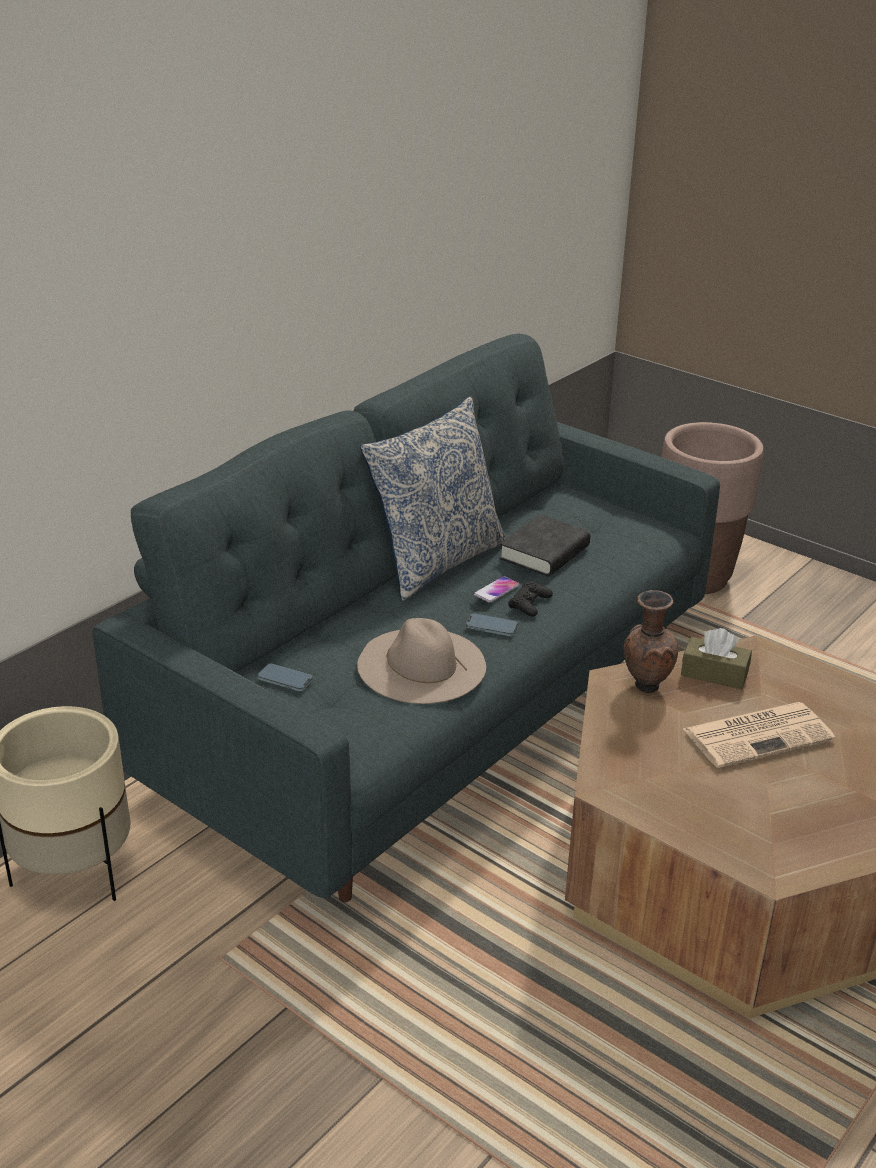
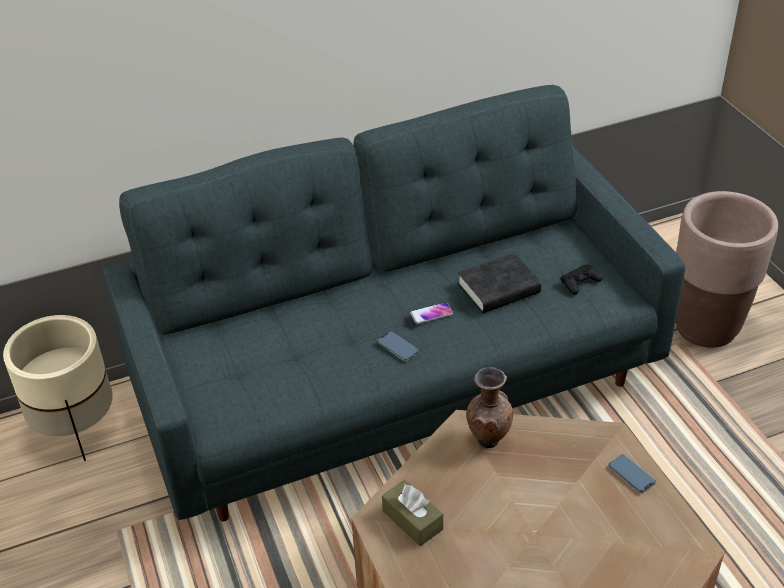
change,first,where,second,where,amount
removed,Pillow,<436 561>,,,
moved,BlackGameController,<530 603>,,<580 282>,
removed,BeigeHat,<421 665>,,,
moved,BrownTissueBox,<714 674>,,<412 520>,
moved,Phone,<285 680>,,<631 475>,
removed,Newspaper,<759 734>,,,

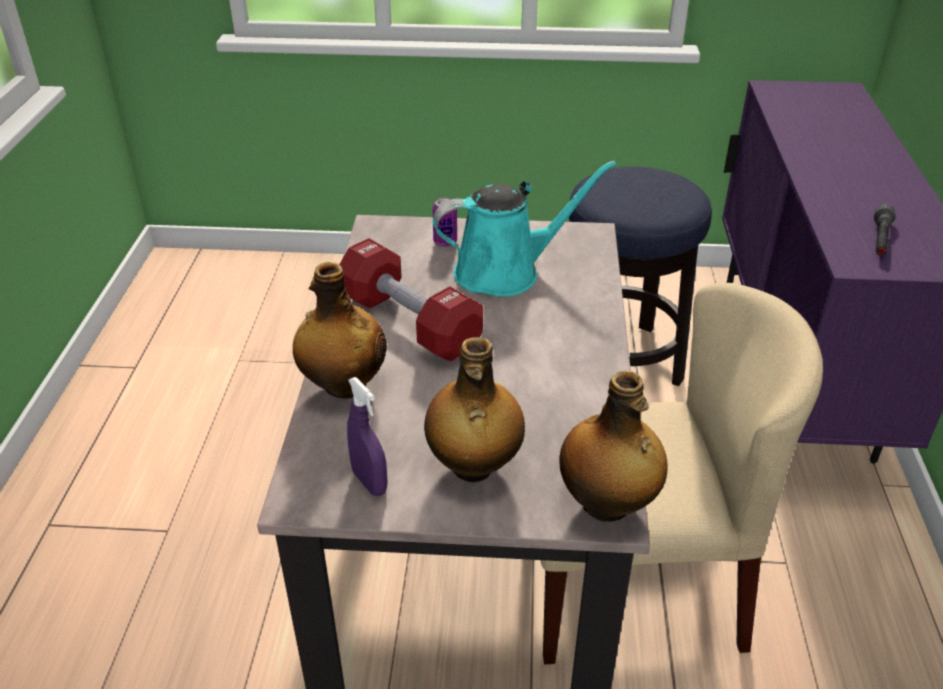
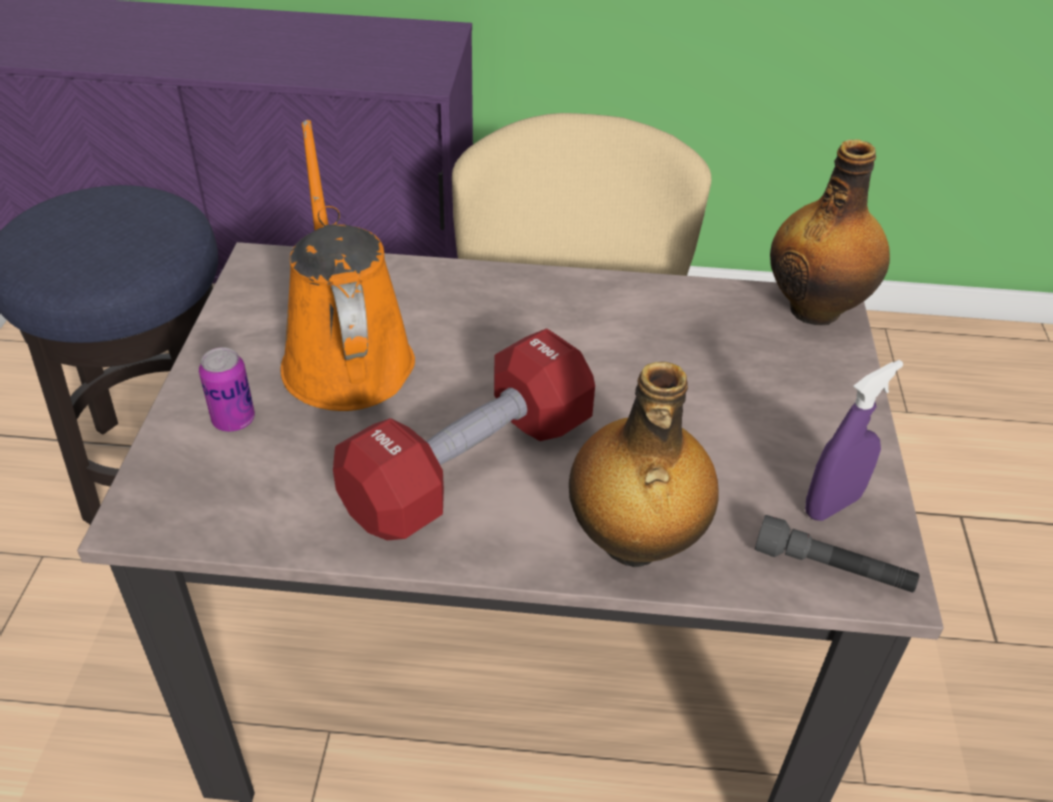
change,first,where,second,where,amount
recoloured,TurquoiseWateringCan,<505 272>,OrangeWateringCan,<345 355>,
moved,GreyFlashlight,<880 239>,,<832 569>,
removed,Bottle,<473 467>,,,

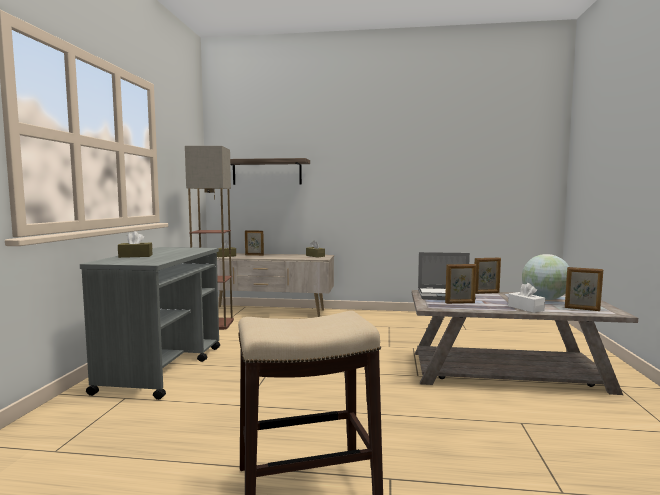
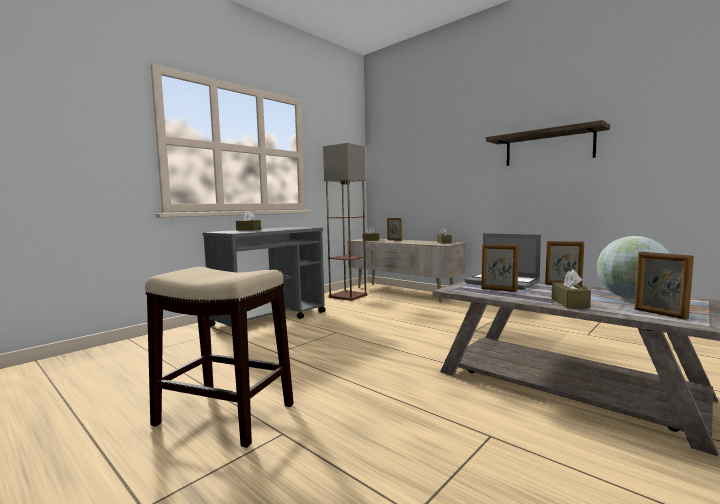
change,first,where,second,where,amount
moved,Shelf,<267 172>,,<548 147>,
recoloured,WhiteTissueBox,<525 308>,BrownTissueBox,<569 303>,

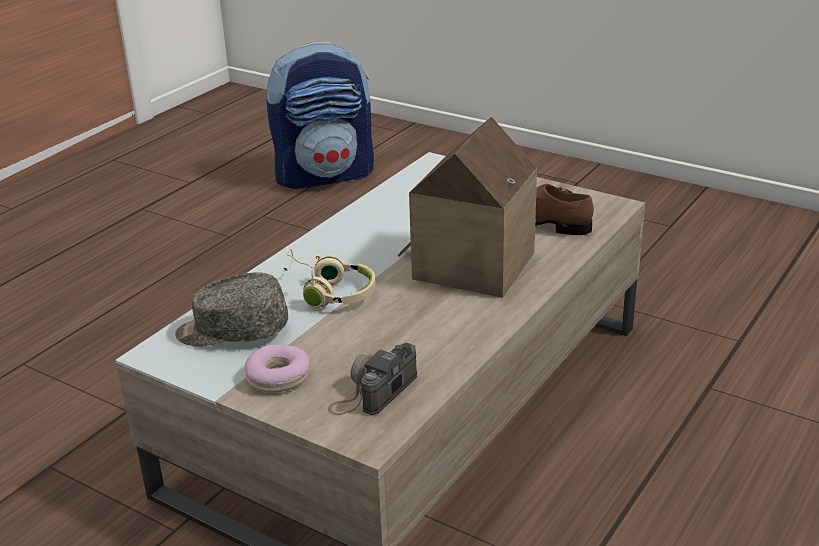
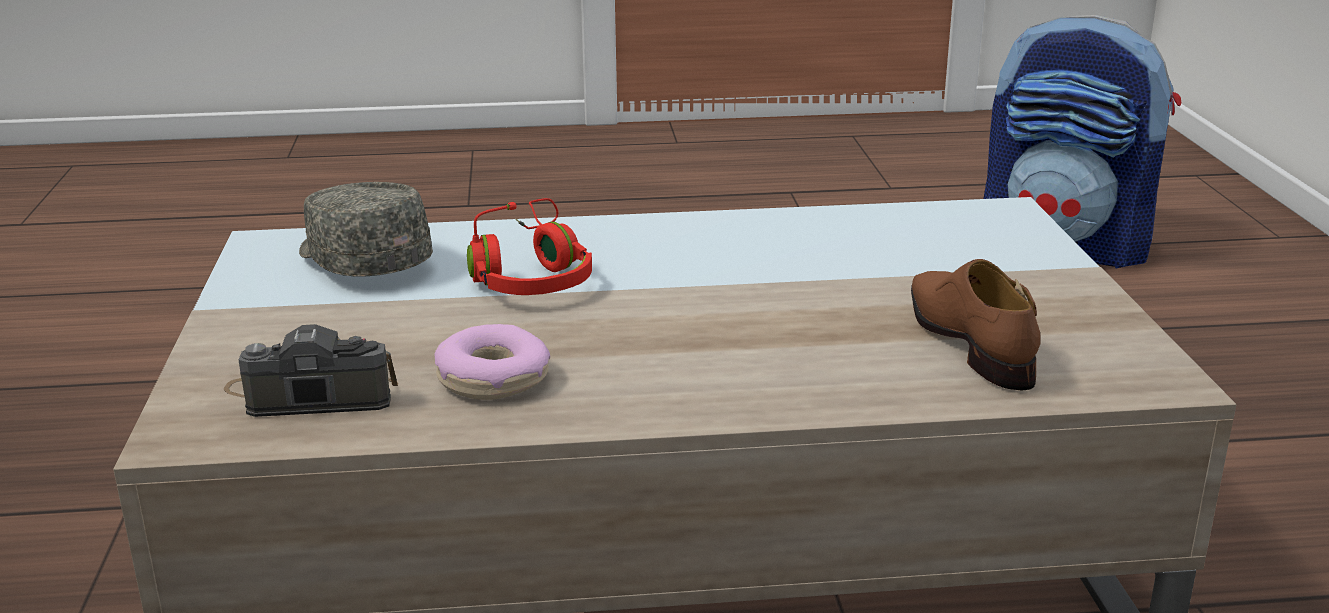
change,first,where,second,where,amount
removed,ToyHouse,<467 265>,,,
recoloured,BeigeHeadphones,<328 291>,RedHeadphones,<531 275>,
moved,Donut,<278 377>,,<493 379>,

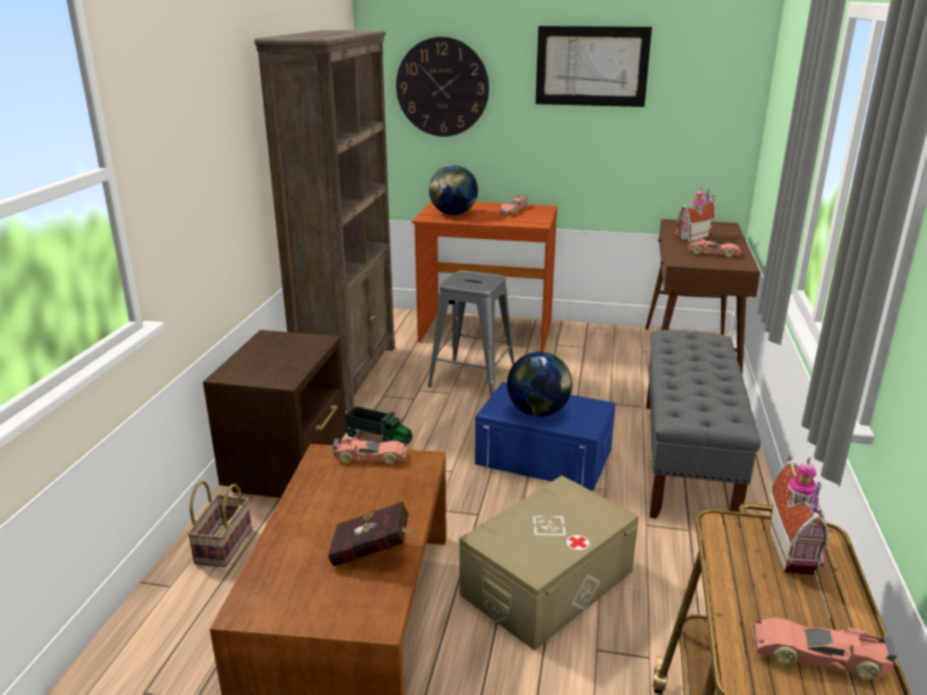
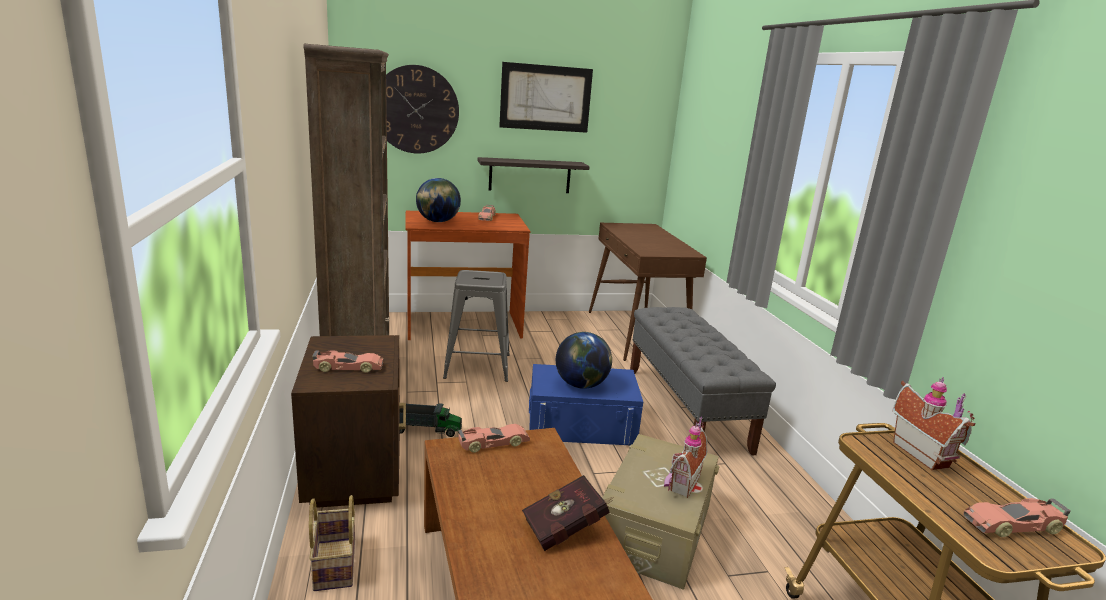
change,first,where,second,where,amount
moved,ToyHouse,<691 237>,,<681 483>,
moved,ToyCar,<713 253>,,<348 368>,
added,,,Shelf,<530 175>,

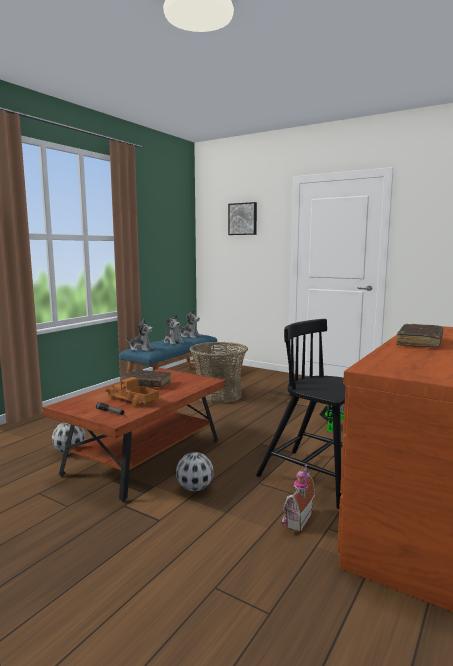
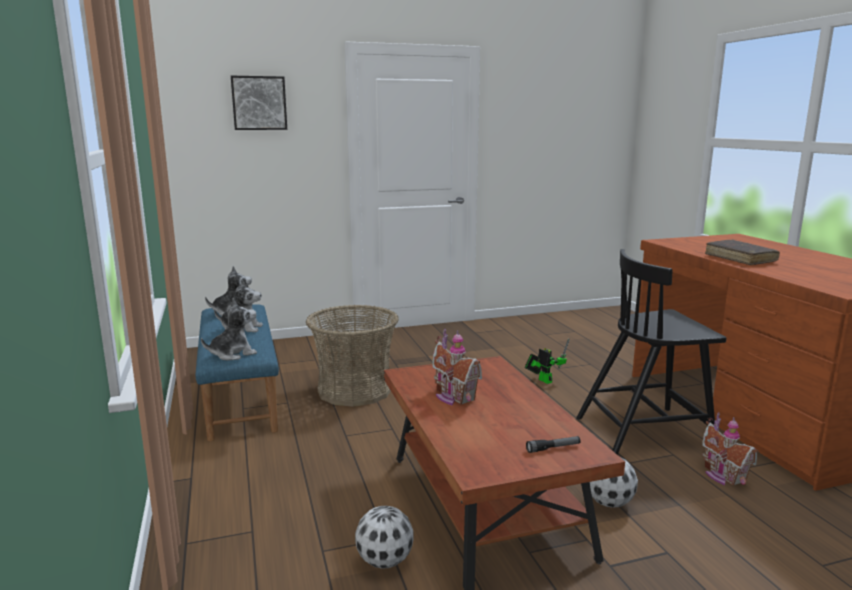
change,first,where,second,where,amount
replaced,BrownBook,<146 384>,ToyHouse,<452 397>,
removed,ToyTruck,<132 400>,,,

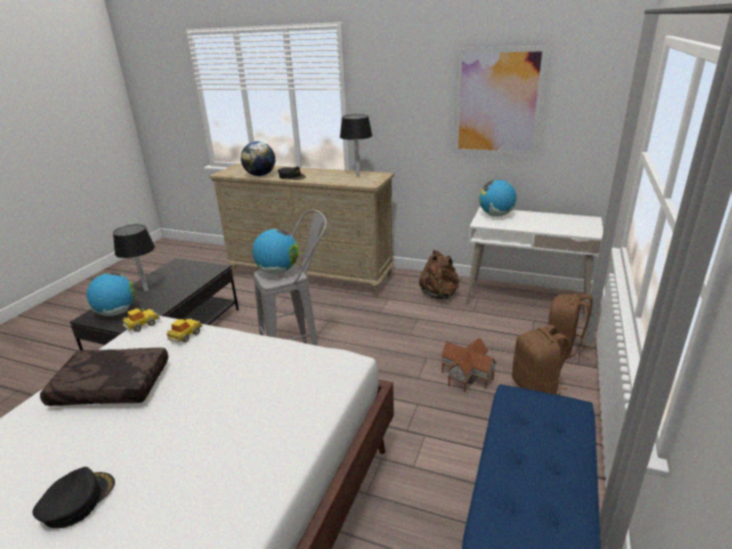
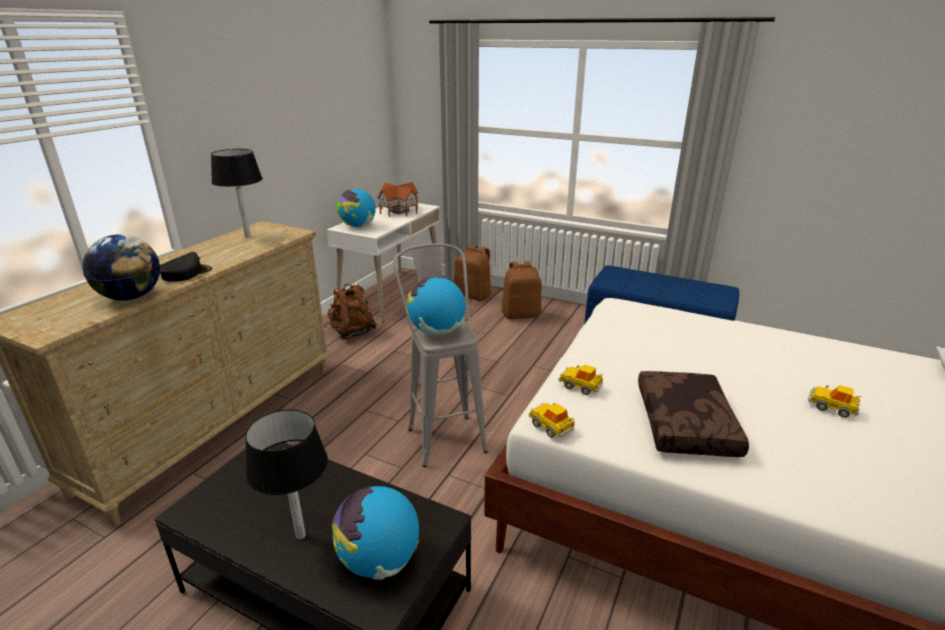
change,first,where,second,where,amount
removed,Picture,<497 102>,,,
moved,ToyHouse,<468 376>,,<399 211>,
replaced,BlackCap,<77 500>,ToyCar,<832 407>,

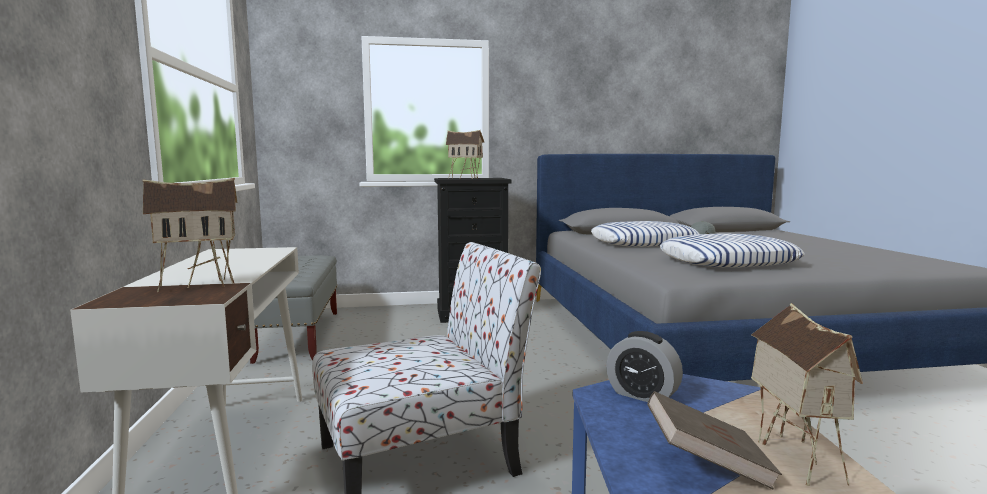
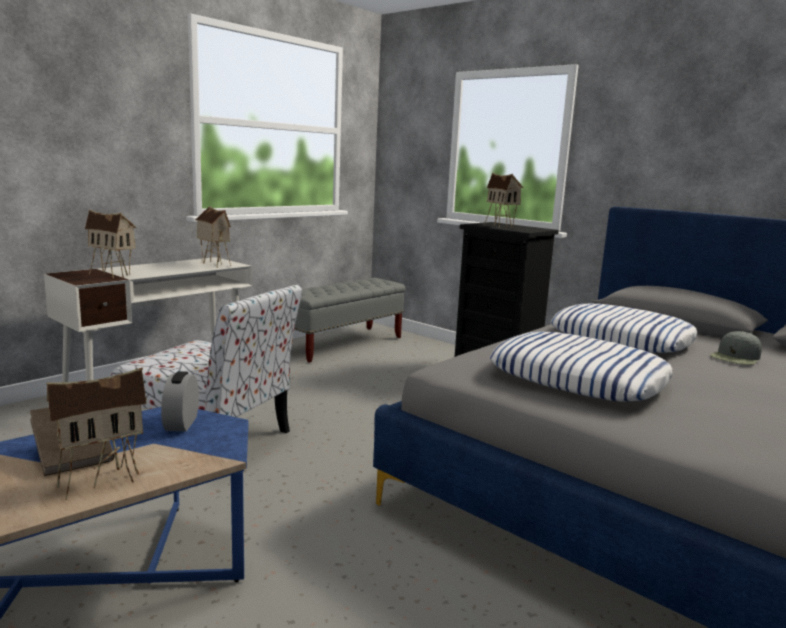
change,first,where,second,where,amount
added,,,ToyHouse,<214 264>,

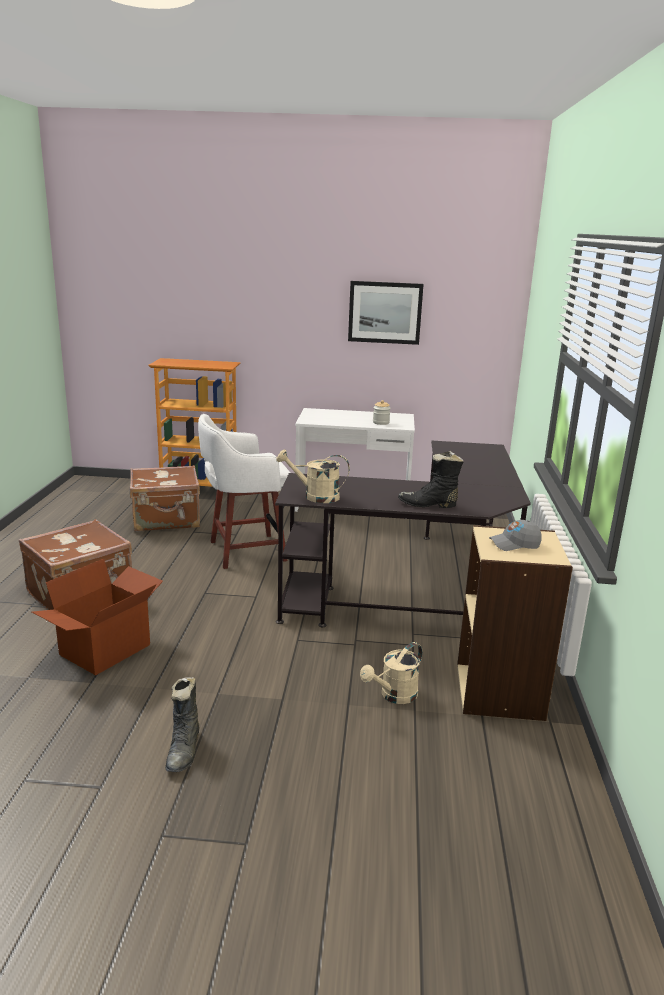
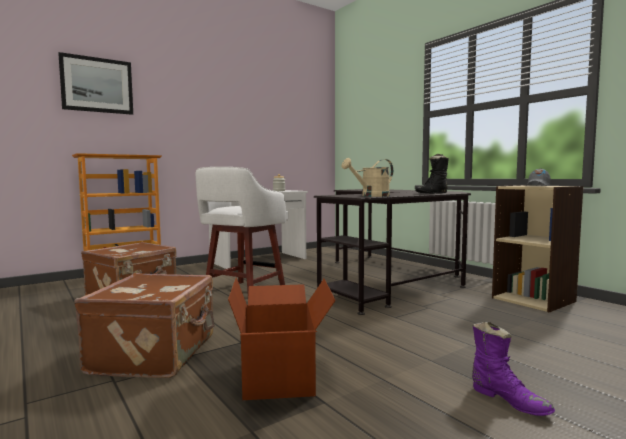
change,first,where,second,where,amount
moved,Picture,<385 312>,,<97 85>,
removed,BeigeWateringCan,<394 696>,,,
recoloured,BlackBoot,<184 750>,PurpleBoot,<508 400>,

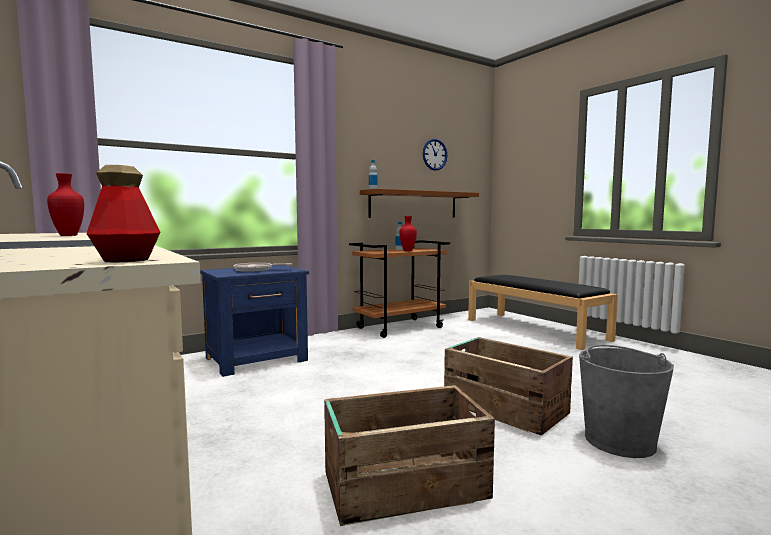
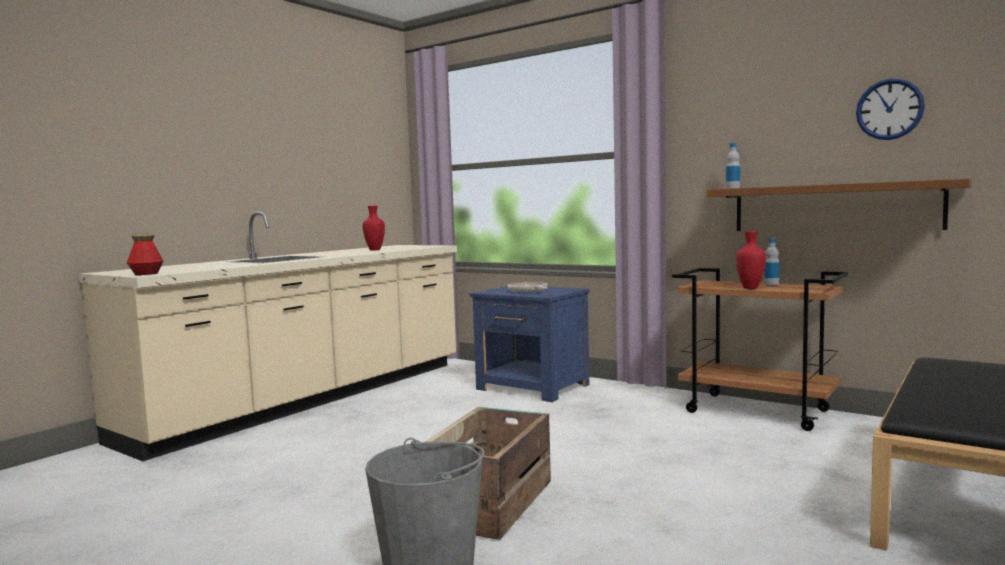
change,first,where,second,where,amount
removed,Crate,<402 485>,,,

